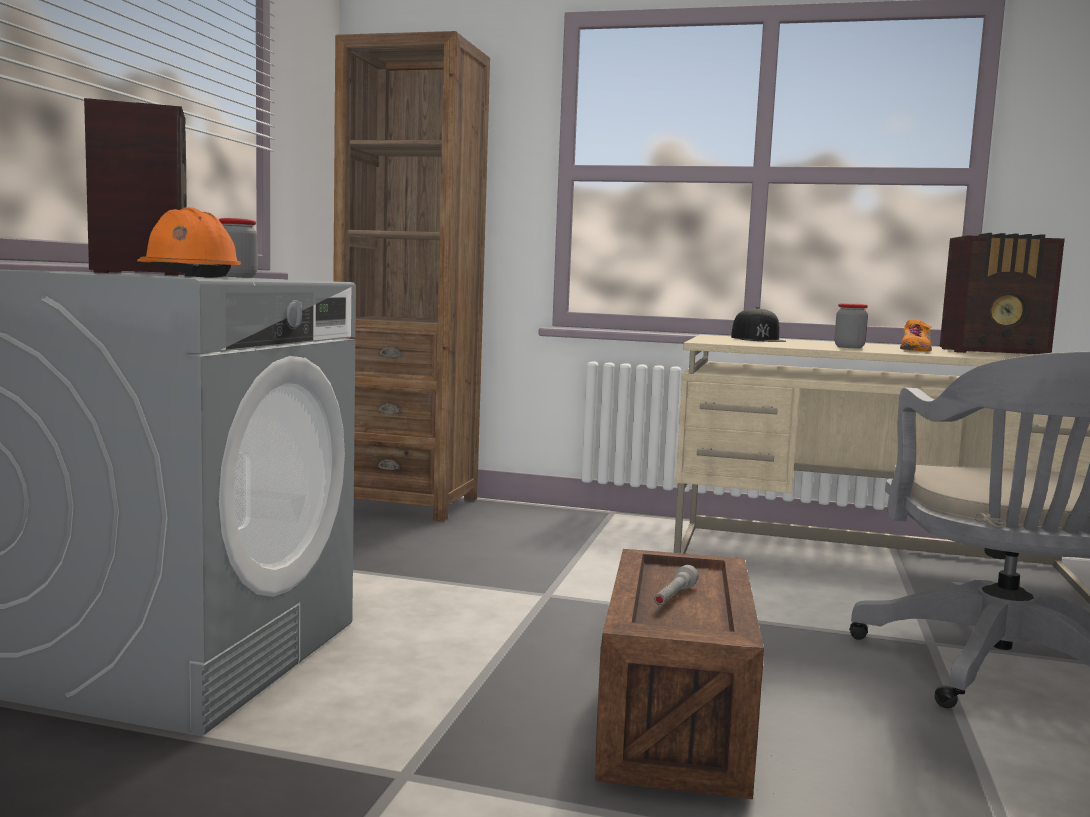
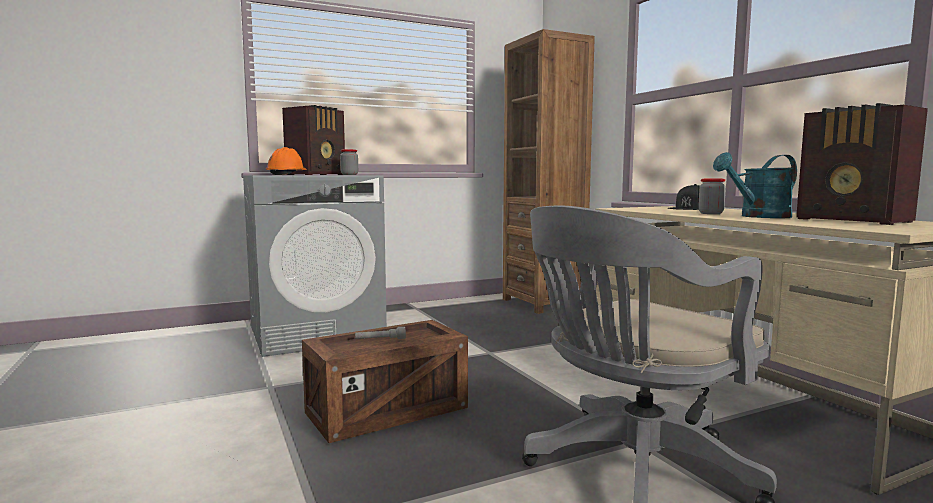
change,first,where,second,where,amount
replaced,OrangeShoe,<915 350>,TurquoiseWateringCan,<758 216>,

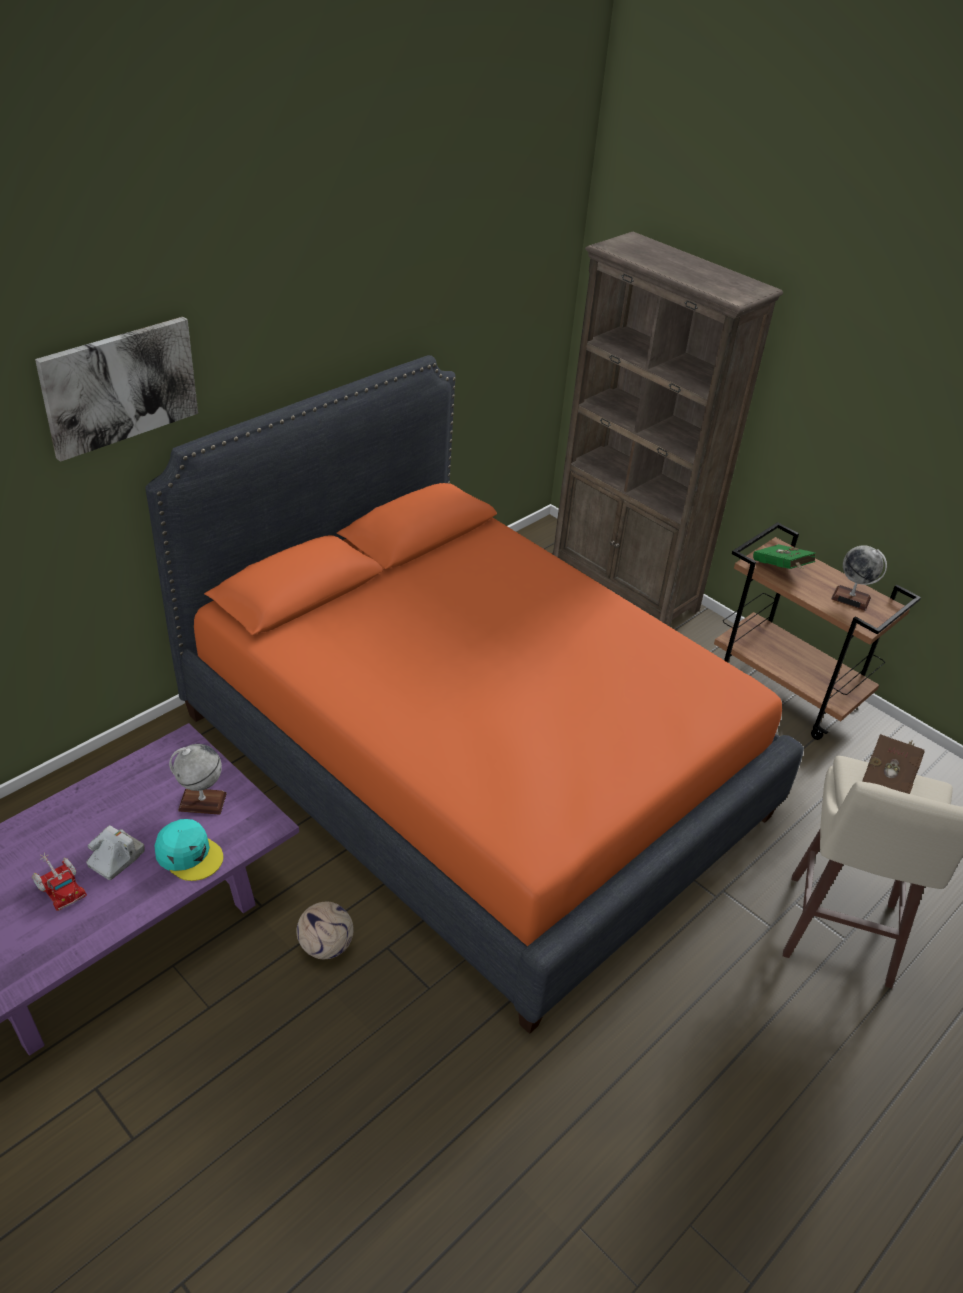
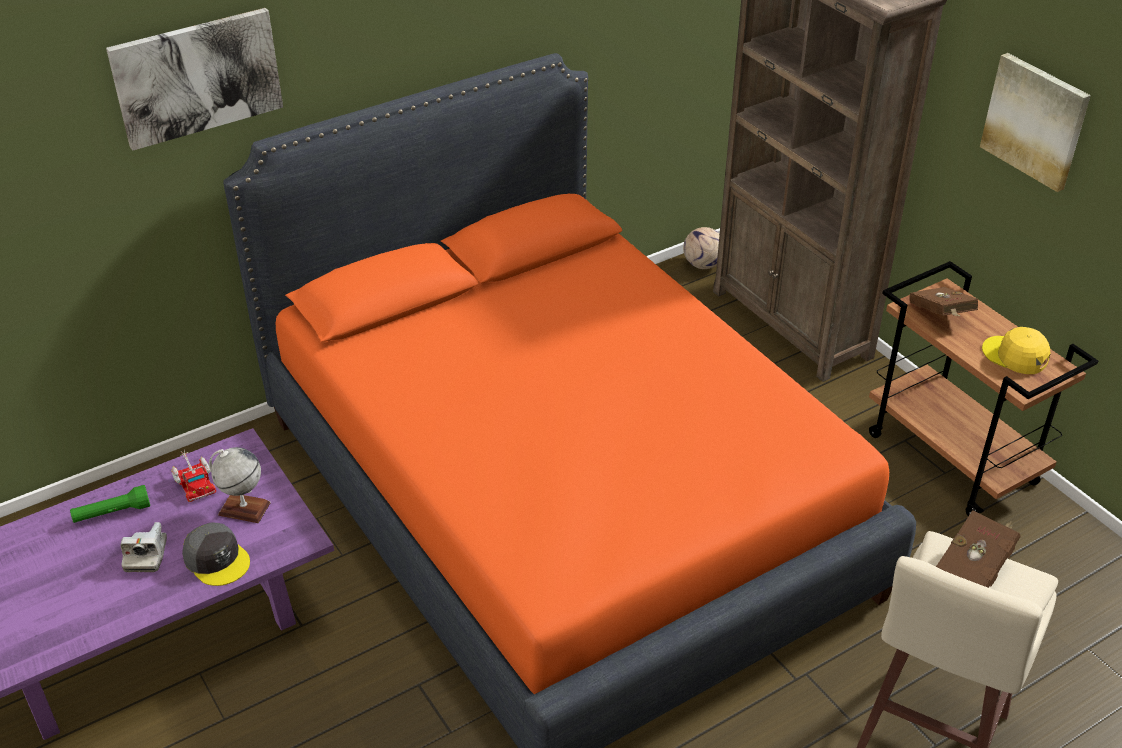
change,first,where,second,where,amount
recoloured,GreenBook,<781 570>,BrownBook,<941 316>,
replaced,Globe,<851 598>,YellowCap,<1015 355>,
recoloured,TurquoiseCap,<189 854>,GreyCap,<217 559>,
turned,PhotoCamera,<116 859>,,<146 555>,135 degrees clockwise
moved,ToyTruck,<59 885>,,<194 481>,
moved,Football,<325 945>,,<702 264>,
added,,,Picture,<1035 121>,
added,,,GreenFlashlight,<112 513>,

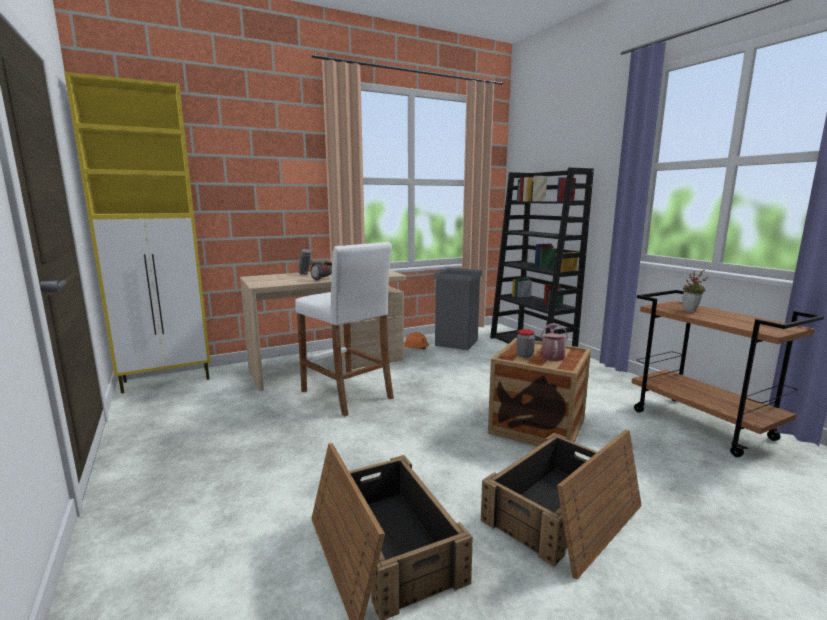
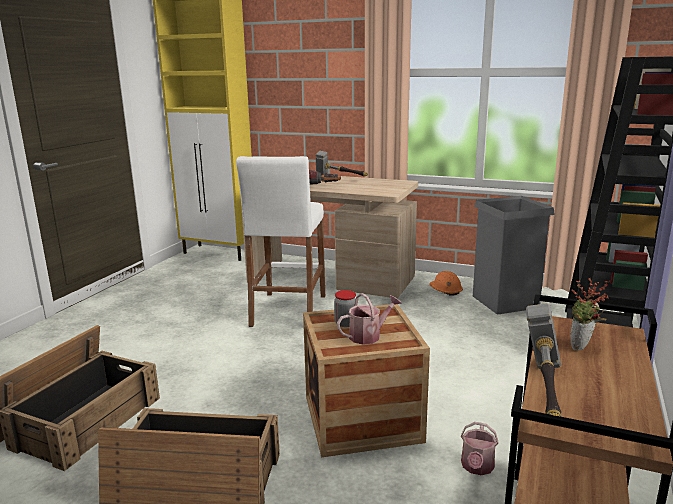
change,first,where,second,where,amount
added,,,Hammer,<544 391>,
added,,,WateringCan,<477 467>,

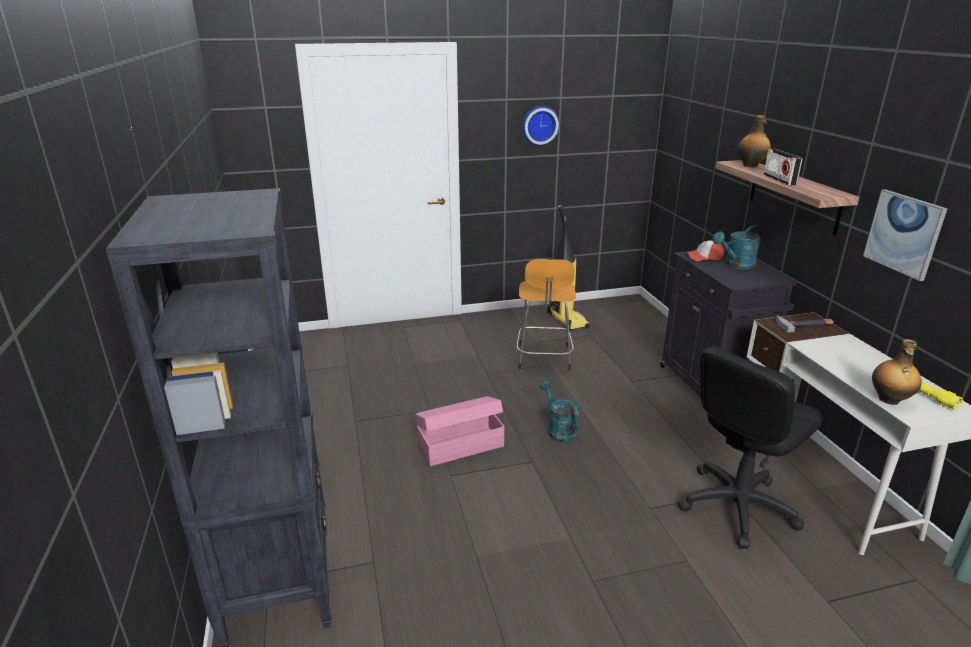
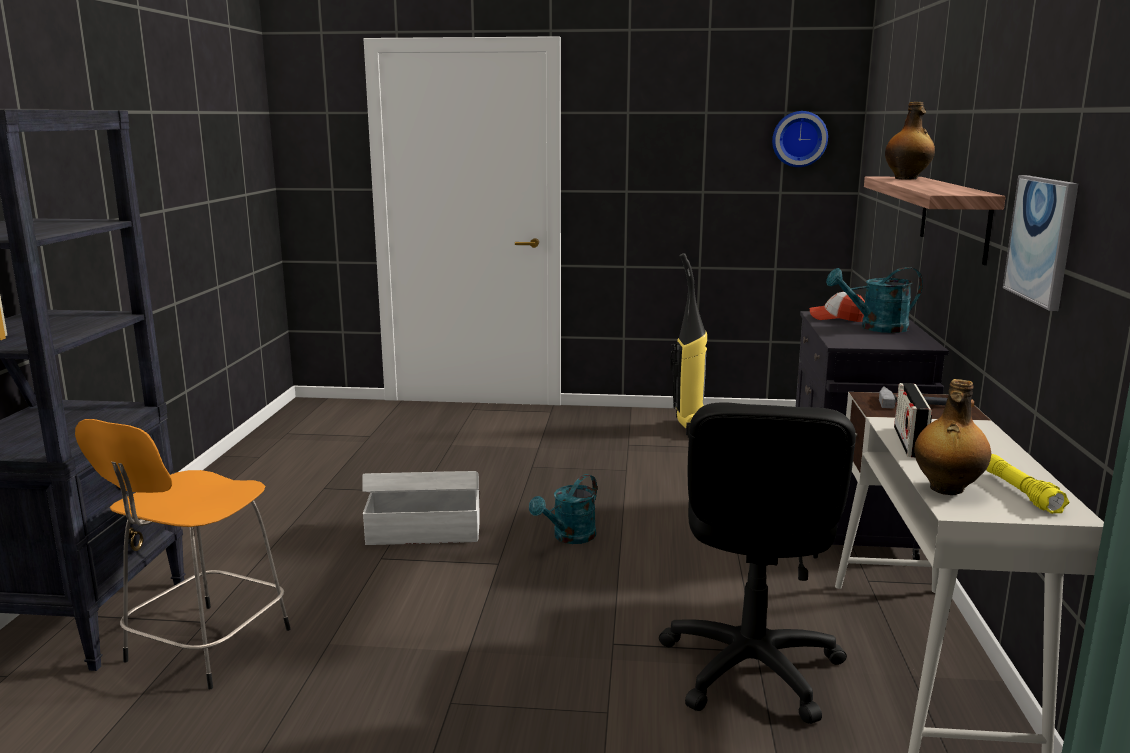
change,first,where,second,where,amount
moved,WallClock,<539 125>,,<799 139>,
moved,Radio,<779 179>,,<909 442>,
moved,OrangeStool,<544 358>,,<204 648>,
turned,BlackOfficeChair,<736 506>,,<750 668>,60 degrees counterclockwise
turned,TurquoiseWateringCan,<559 429>,,<569 537>,135 degrees counterclockwise
recoloured,PinkStorageBox,<459 445>,WhiteStorageBox,<423 531>,

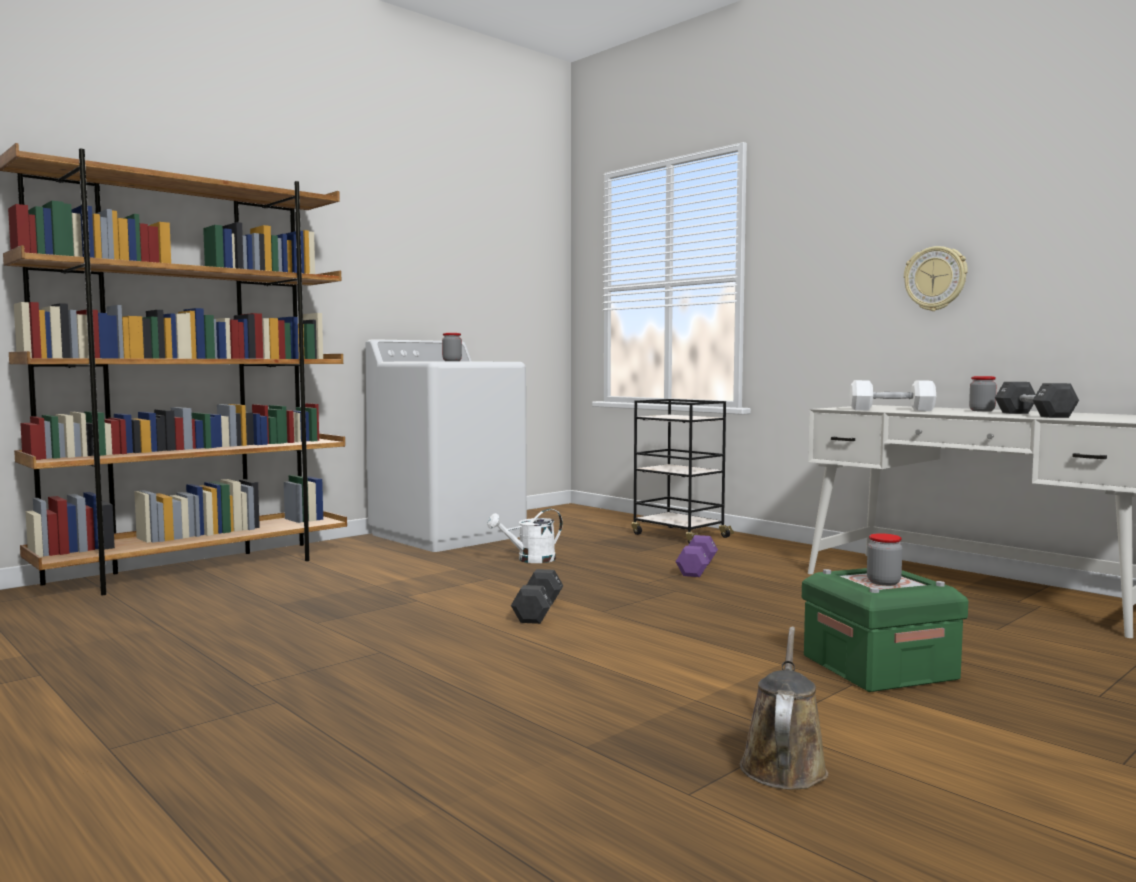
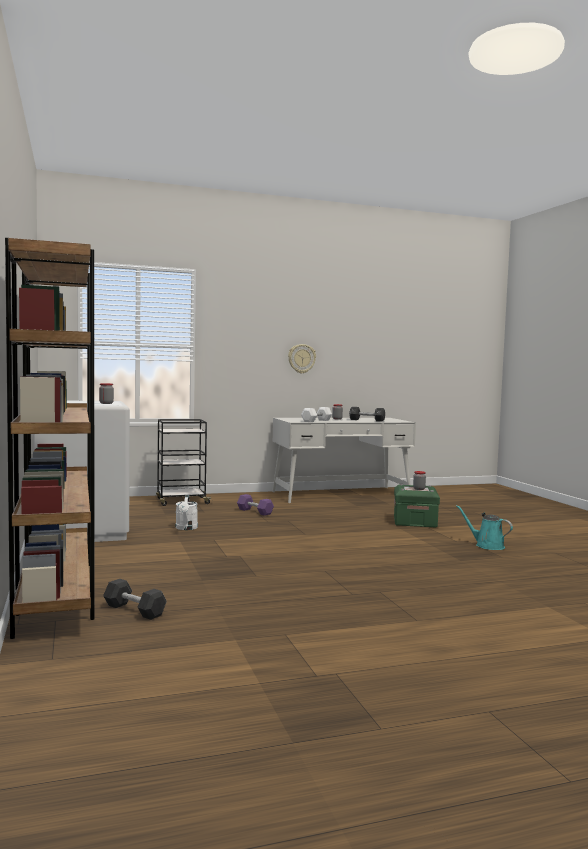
change,first,where,second,where,amount
moved,BlackDumbbell,<538 611>,,<134 610>,
recoloured,BrownWateringCan,<783 764>,TurquoiseWateringCan,<487 546>,

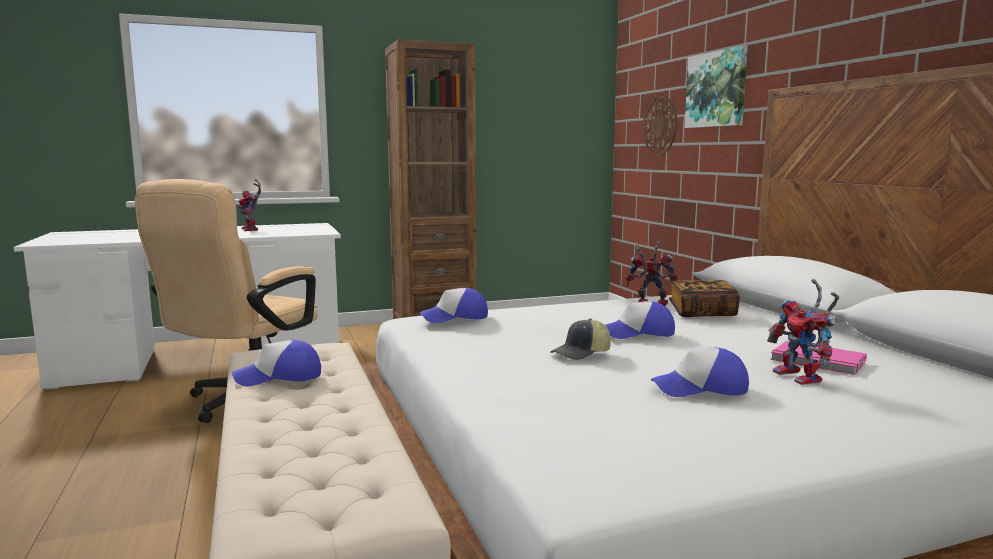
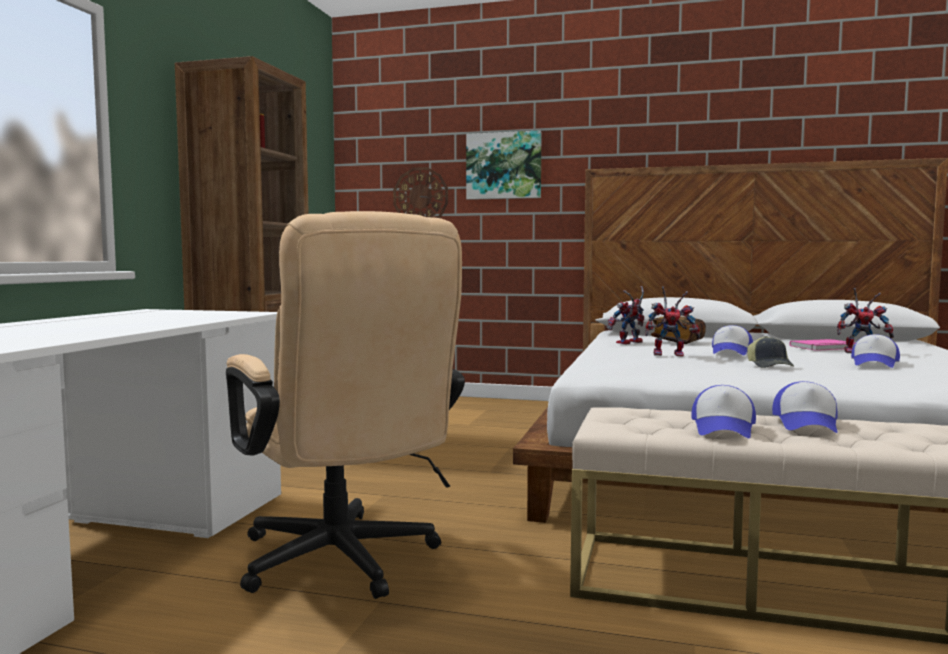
change,first,where,second,where,amount
moved,ToyRobot,<252 230>,,<671 354>,
moved,Cap,<455 317>,,<807 424>,

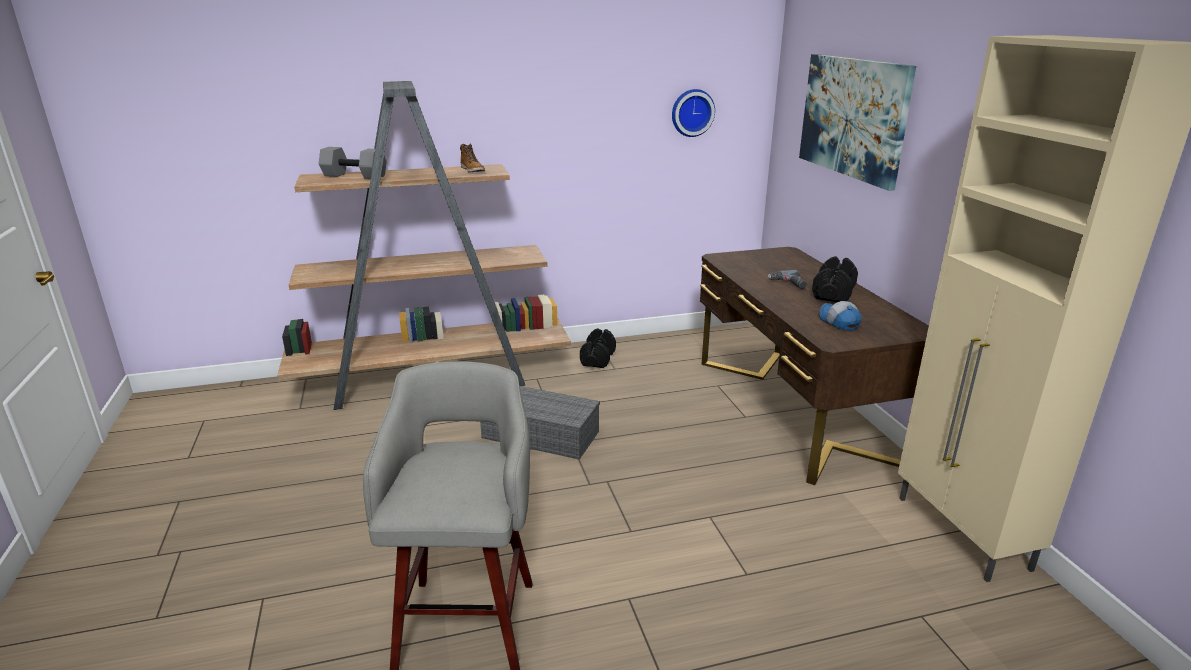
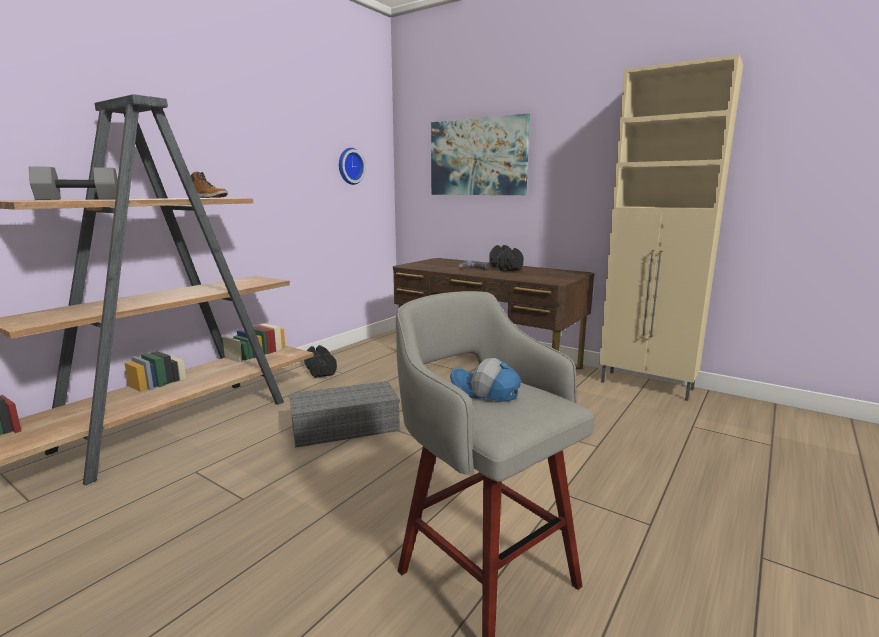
change,first,where,second,where,amount
moved,Cap,<838 322>,,<484 392>,

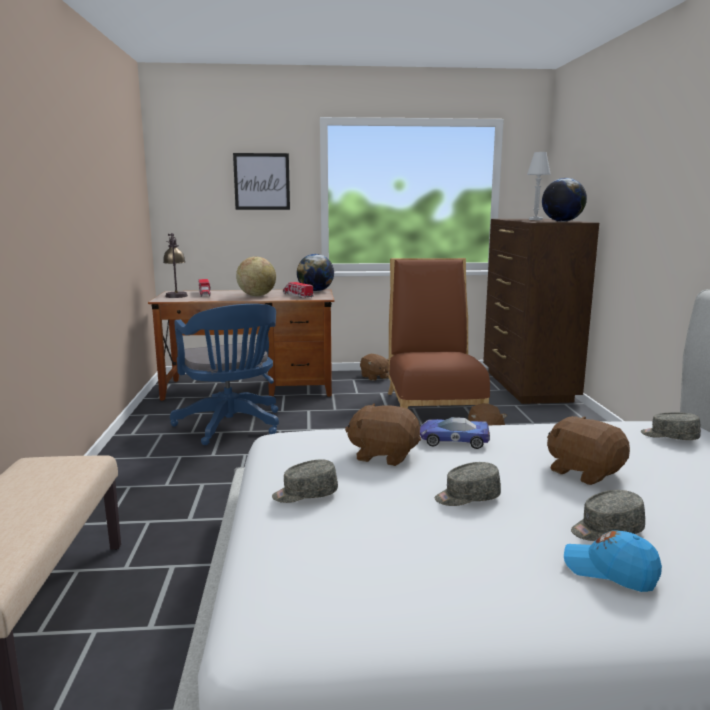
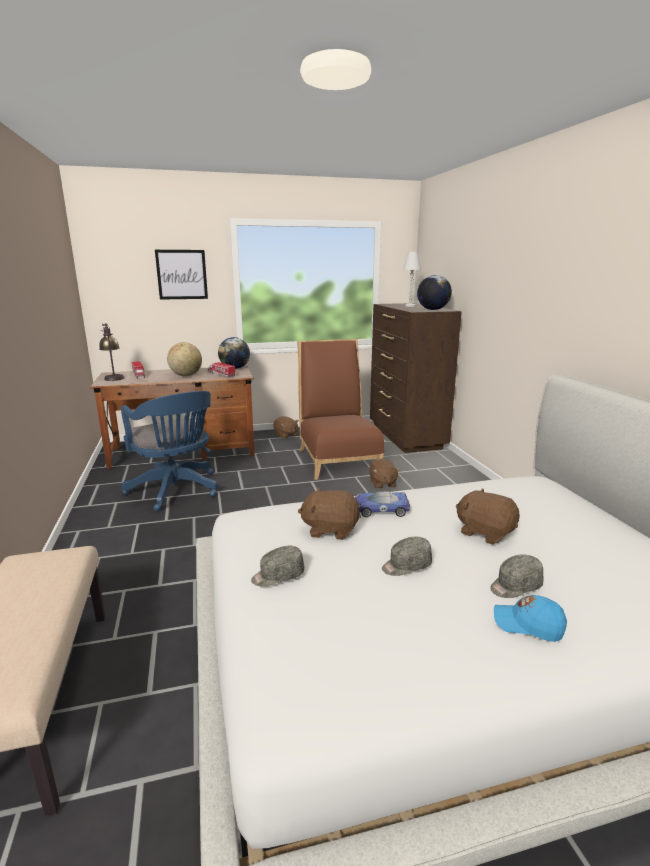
change,first,where,second,where,amount
removed,GreyCap,<669 436>,,,

